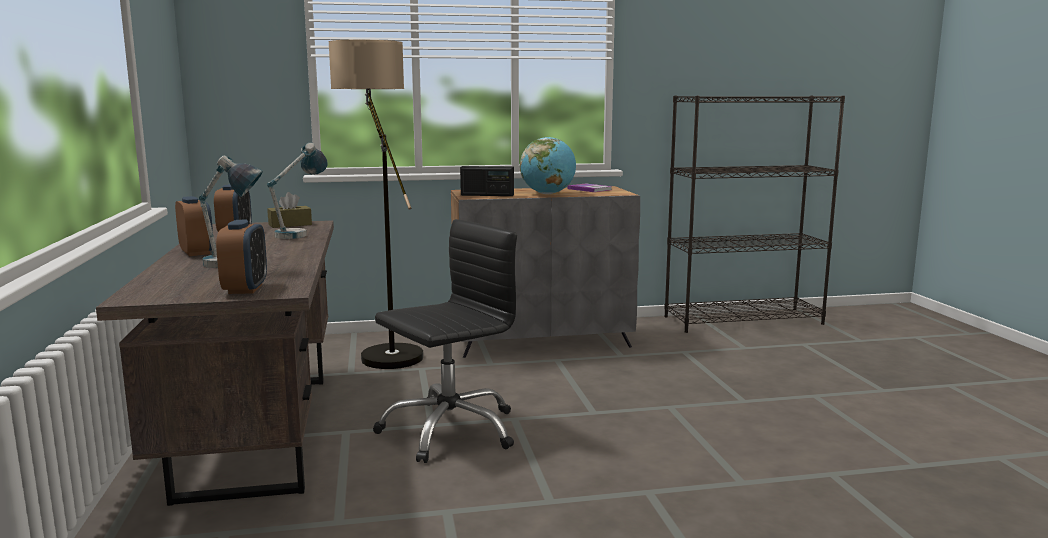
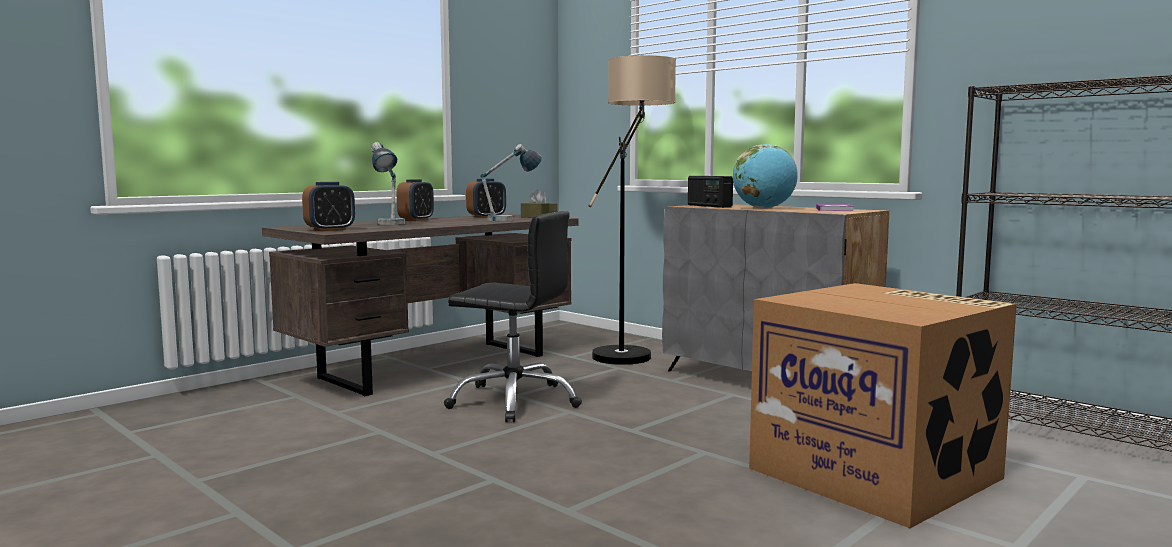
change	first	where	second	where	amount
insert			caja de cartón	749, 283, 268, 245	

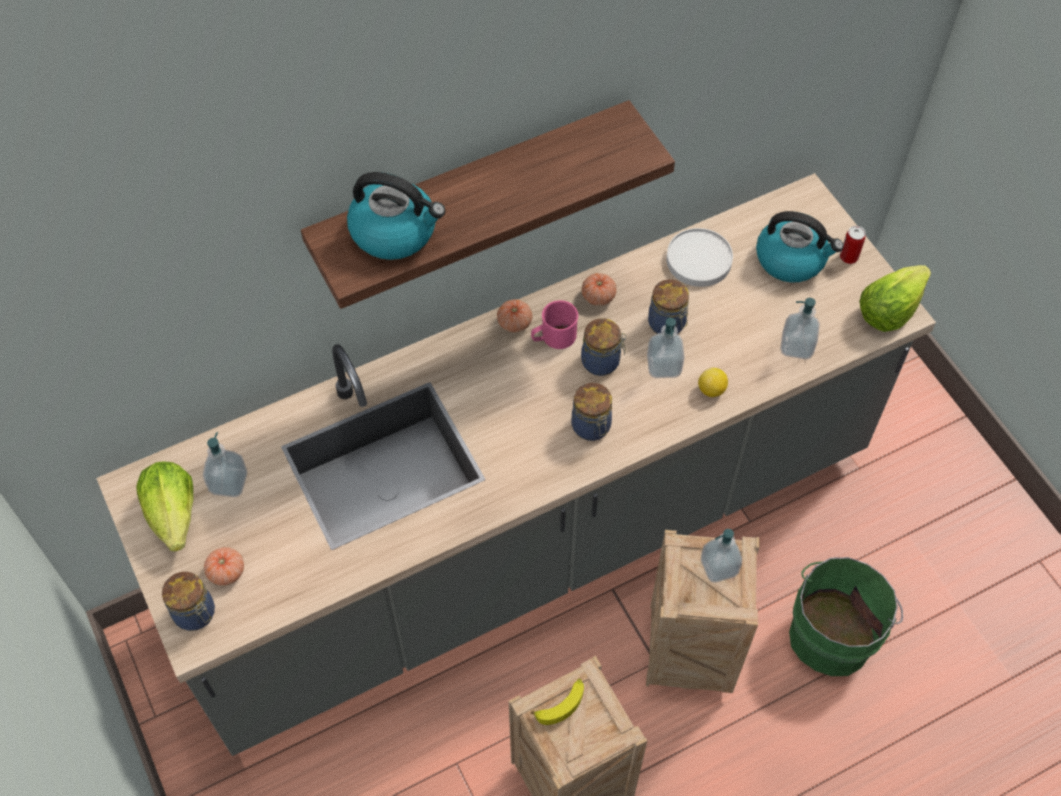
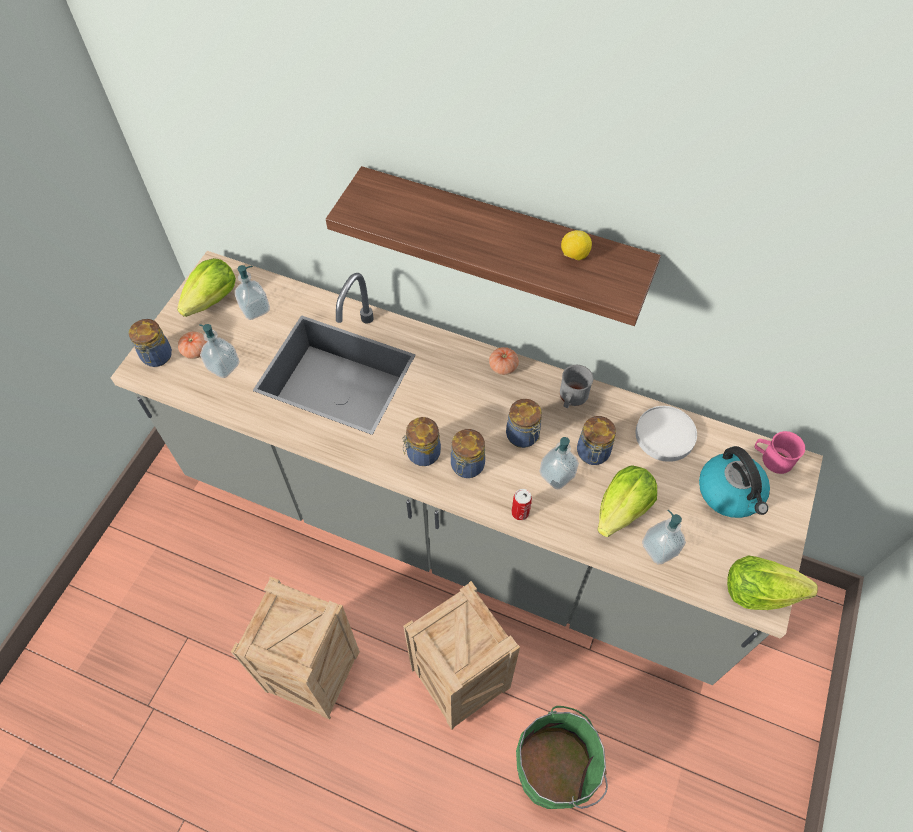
change	first	where	second	where	amount
delete	hervidor	347, 172, 98, 88			
move	taza grande/rosa	531, 300, 47, 49		755, 431, 50, 43	
delete	plátano	531, 678, 53, 47			
replace	tomate	582, 273, 34, 33	taza grande/gris	560, 365, 33, 43	
move	limón	698, 368, 30, 29		561, 230, 31, 30	
move	dispensador de jabón	701, 529, 41, 54		199, 324, 40, 54	
move	lata	840, 226, 26, 38		512, 489, 20, 31	
insert			tarro	402, 417, 39, 49	
insert			lechuga	597, 465, 60, 72	

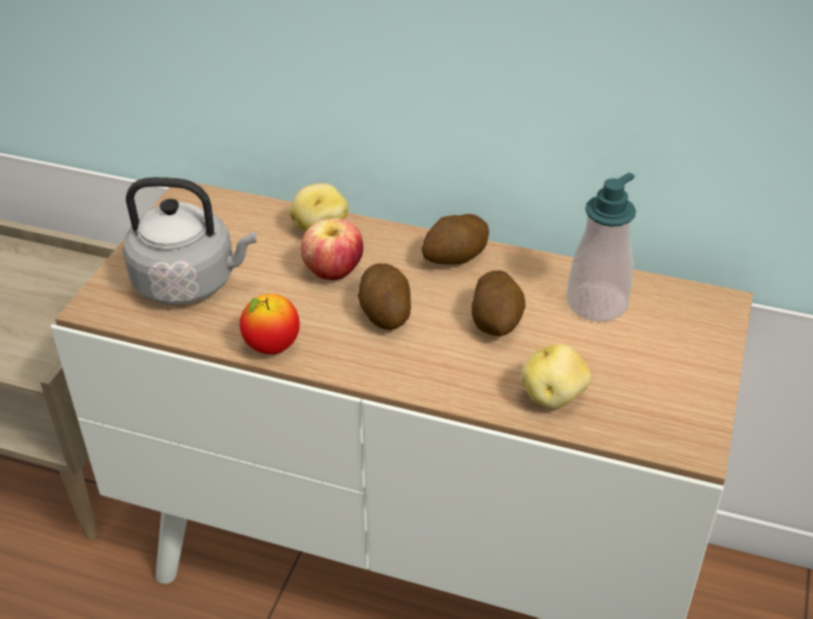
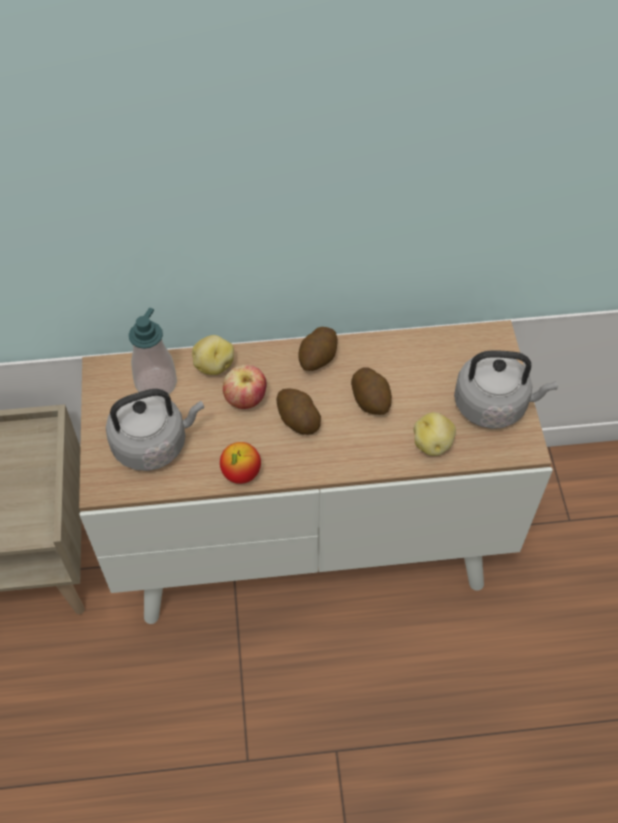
change	first	where	second	where	amount
move	dispensador de jabón	566, 173, 70, 149		129, 308, 48, 86	
insert			hervidor/gris	454, 350, 104, 79	

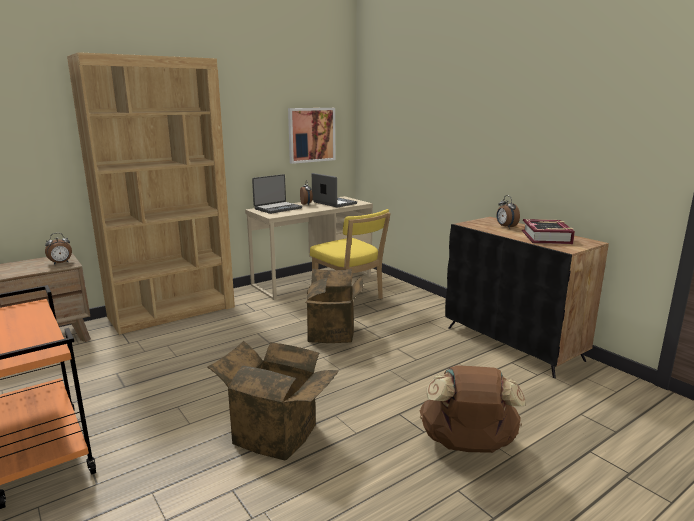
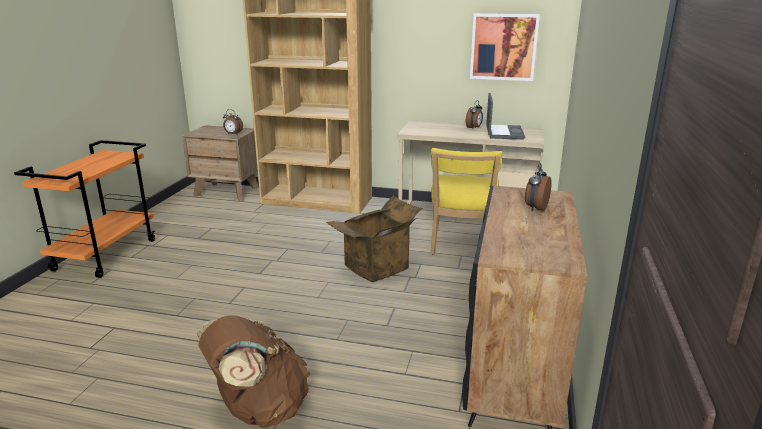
change	first	where	second	where	amount
delete	caja de cartón	207, 341, 132, 120			
delete	portátil	252, 174, 50, 40			
delete	libro	522, 219, 53, 25			

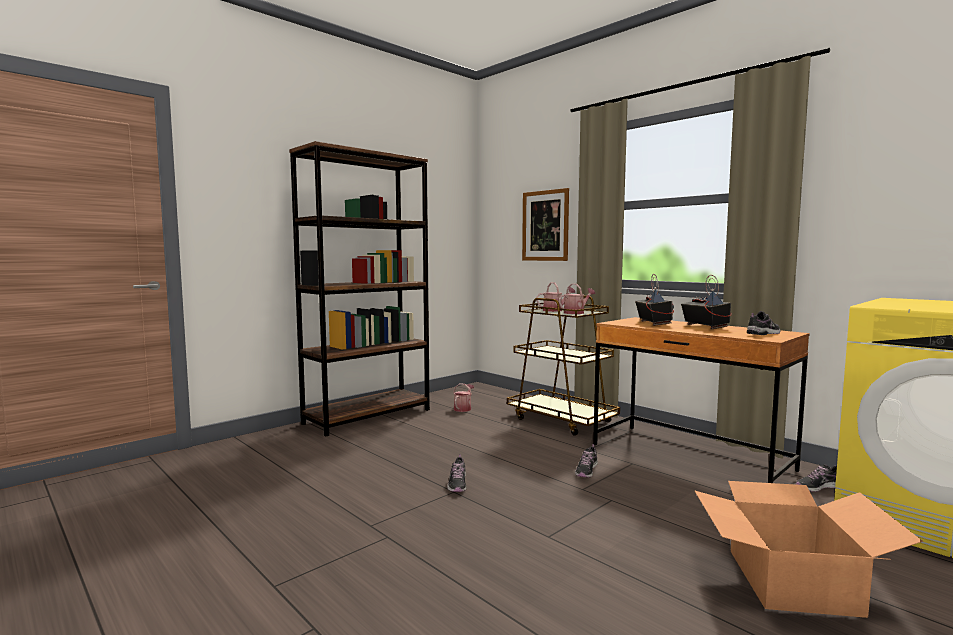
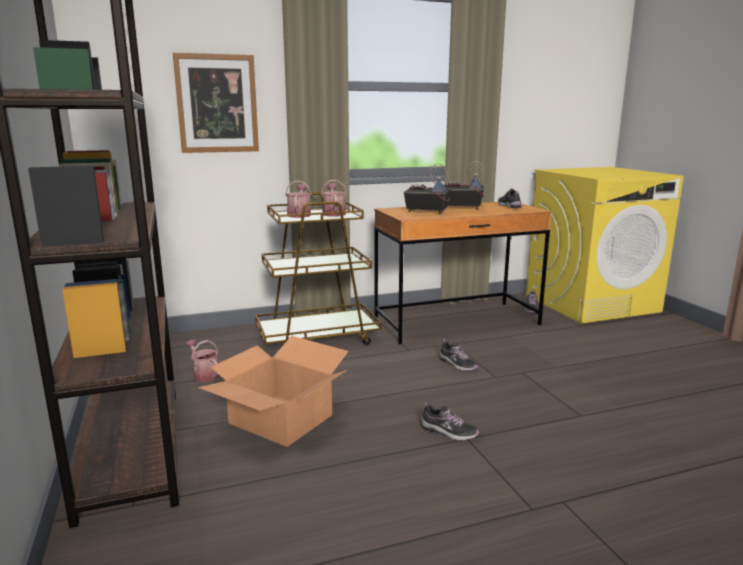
change	first	where	second	where	amount
move	caja de cartón	694, 481, 229, 137		198, 336, 151, 111	

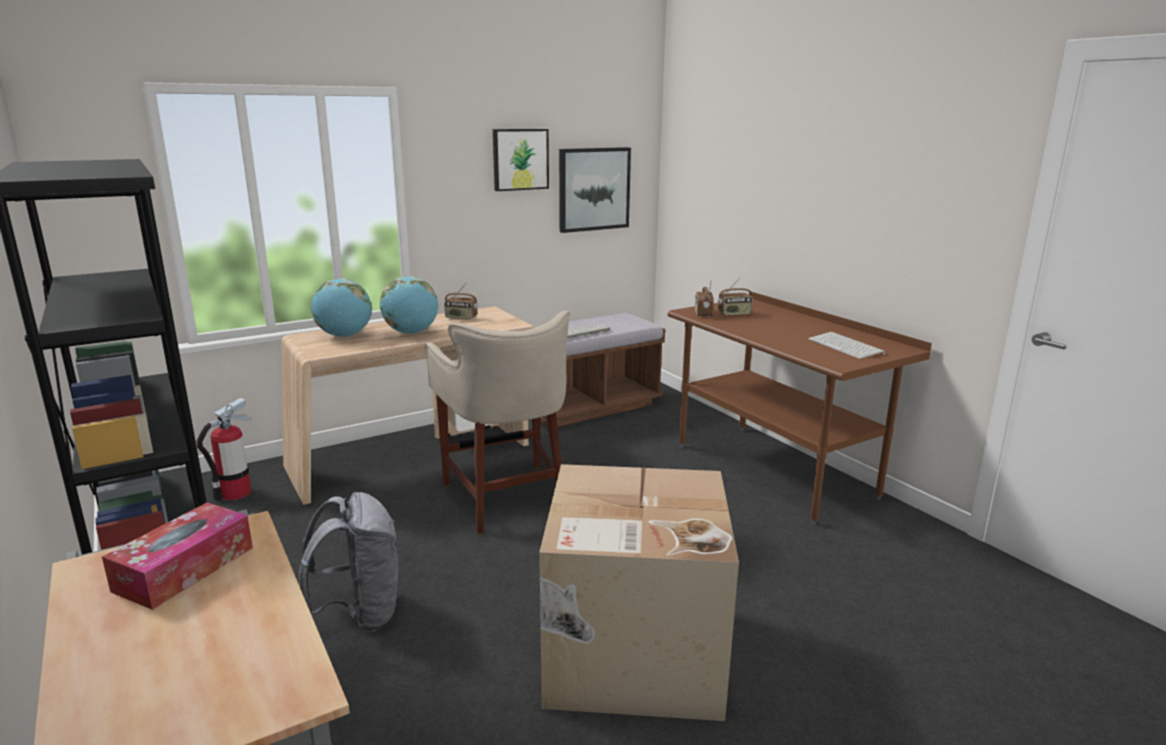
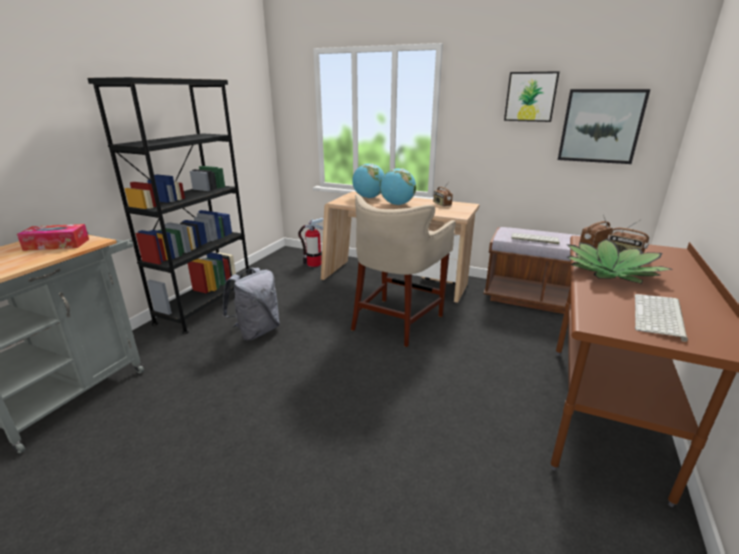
change	first	where	second	where	amount
delete	caja de cartón	539, 464, 200, 257			
insert			planta en maceta	566, 239, 106, 45	

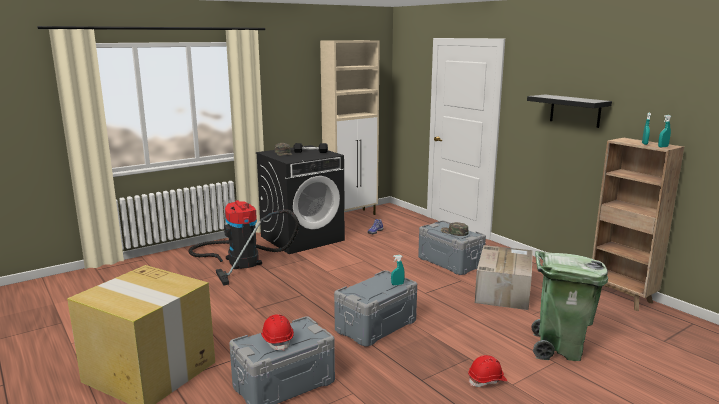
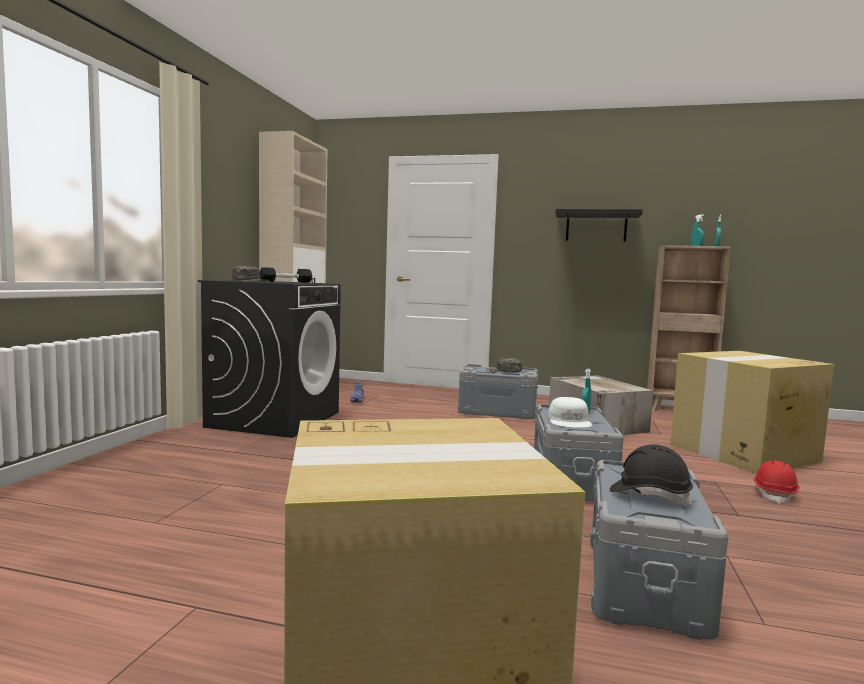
change	first	where	second	where	amount
delete	aspiradora	189, 200, 111, 86			
recolor	casco/rojo	261, 314, 33, 37	casco/negro	610, 444, 83, 61	
replace	papelera/verde	531, 251, 77, 110	caja de cartón	670, 351, 164, 123	
insert			gorra/blanco	548, 397, 44, 31	

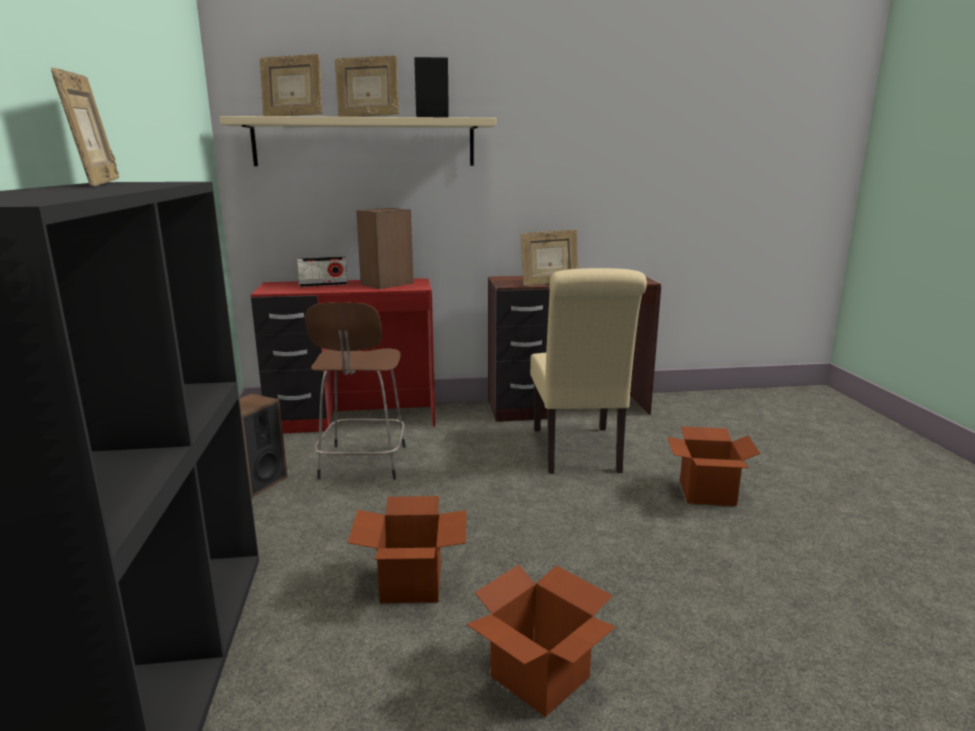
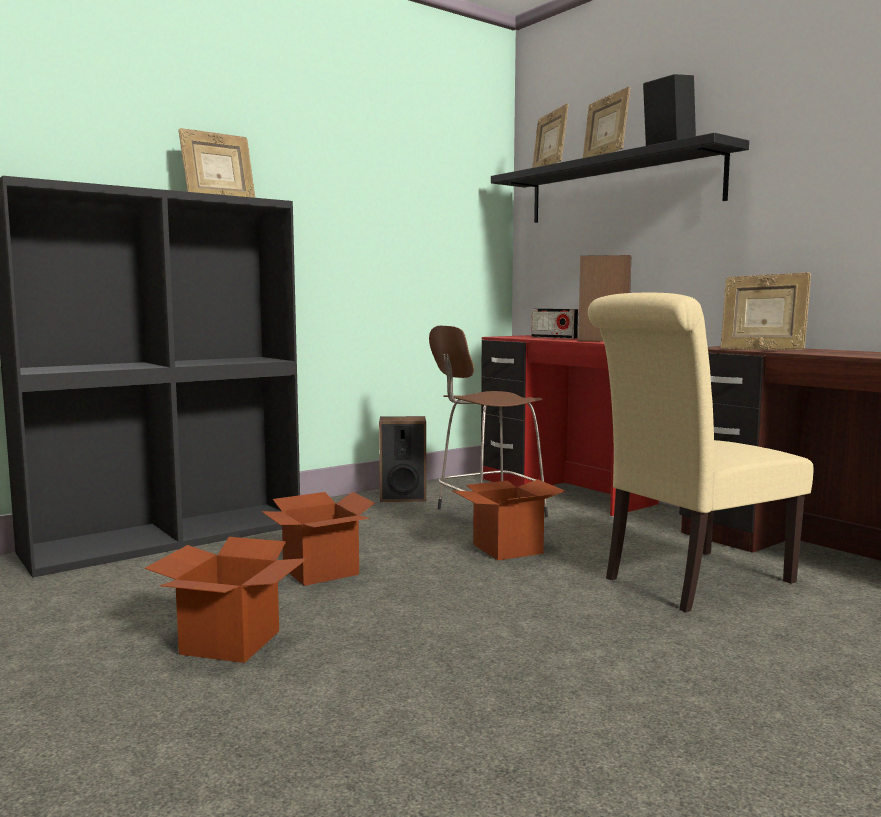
change	first	where	second	where	amount
recolor	estante/beis	219, 116, 277, 50	estante/negro	491, 133, 258, 90	
move	caja de cartón	667, 426, 93, 80		452, 479, 113, 81	

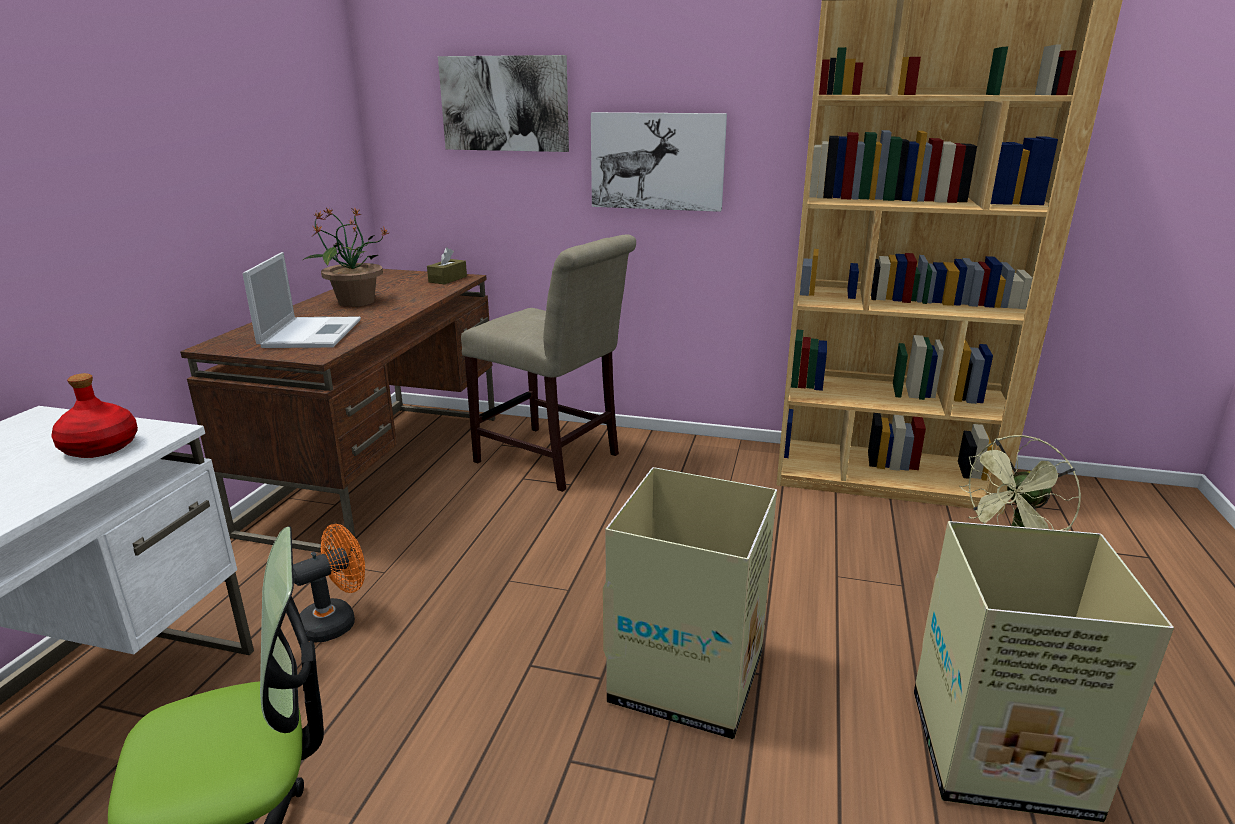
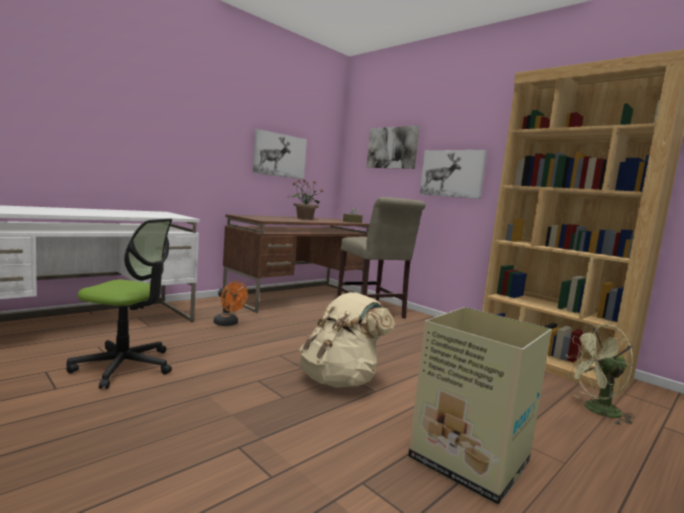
change	first	where	second	where	amount
delete	botella/rojo	51, 373, 87, 85			
delete	portátil	242, 252, 119, 96			
rotate	ventilador/naranja	293, 524, 72, 119		214, 281, 34, 45	45 degrees clockwise
replace	caja de cartón	603, 467, 174, 272	mochila/beis	300, 292, 95, 96	
insert			cuadro	253, 129, 54, 50	

